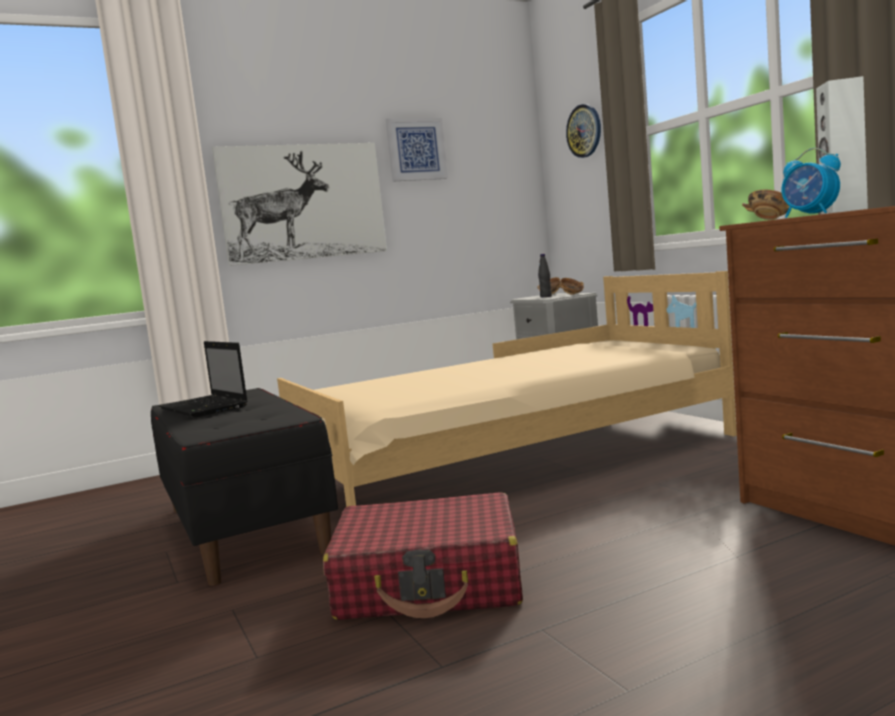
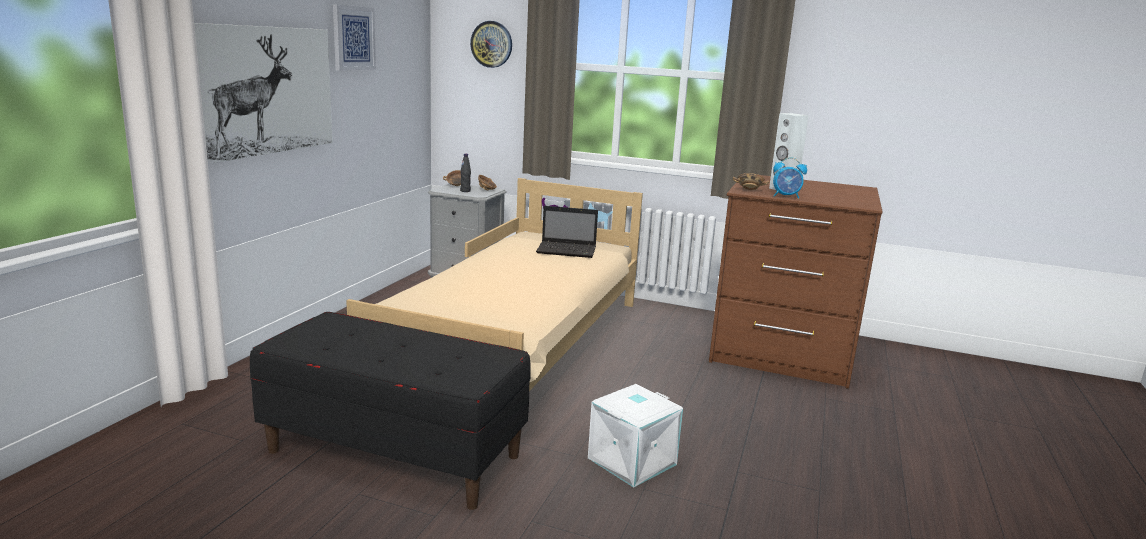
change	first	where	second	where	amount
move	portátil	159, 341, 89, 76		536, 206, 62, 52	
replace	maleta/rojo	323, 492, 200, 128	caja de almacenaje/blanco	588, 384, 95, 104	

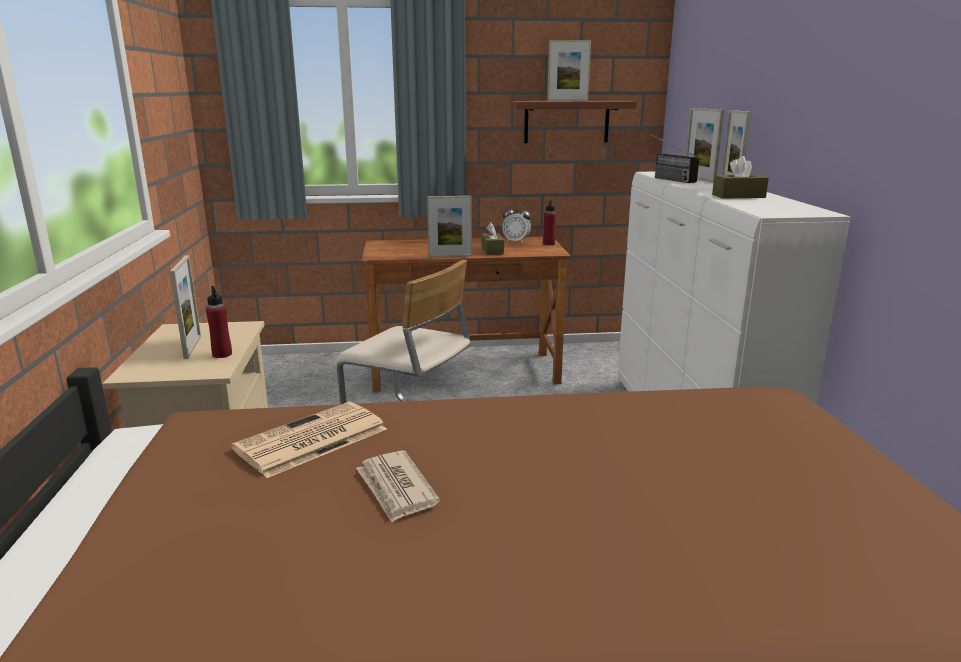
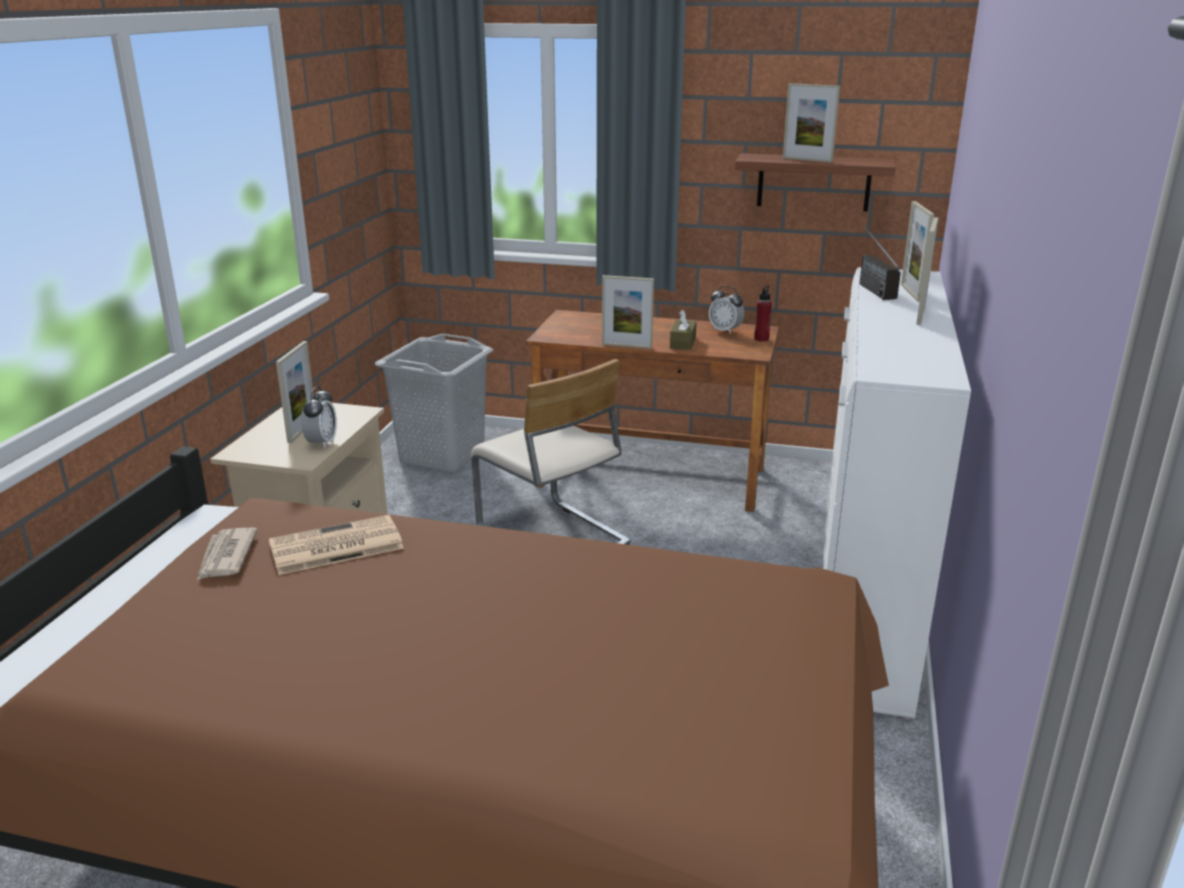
change	first	where	second	where	amount
replace	botella/rojo	206, 286, 26, 72	despertador	301, 386, 36, 63	
move	periódico	356, 451, 84, 72		197, 528, 60, 52	
delete	caja de pañuelos/marrón	712, 156, 57, 43			
insert			cesto de la ropa/gris	375, 334, 118, 139	

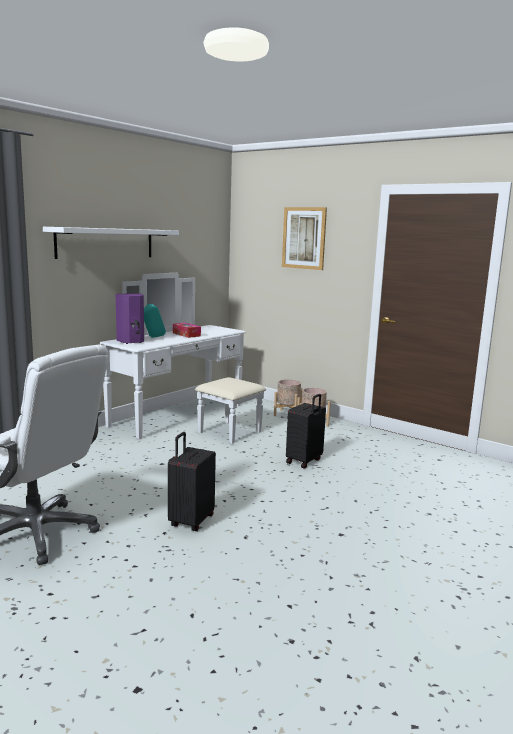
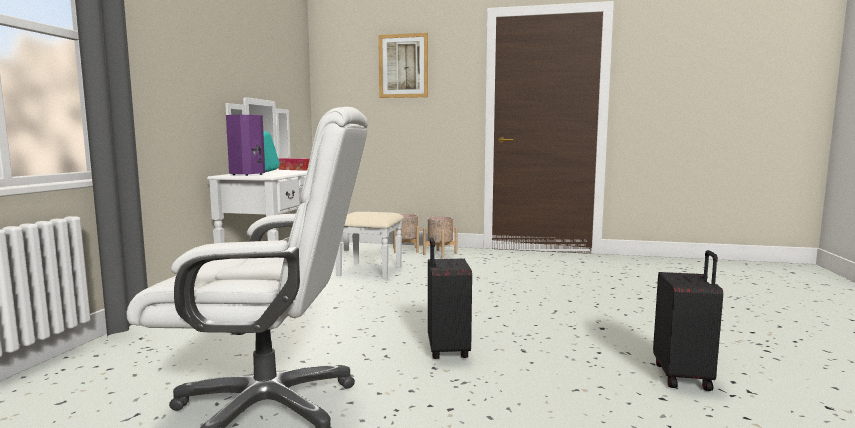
change	first	where	second	where	amount
delete	estante/blanco	43, 227, 136, 32			
move	maleta/negro	286, 394, 40, 74		653, 250, 70, 141	

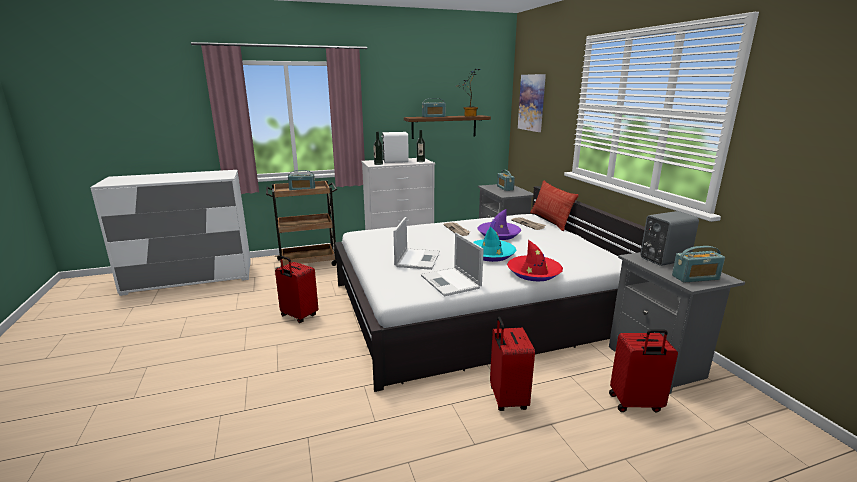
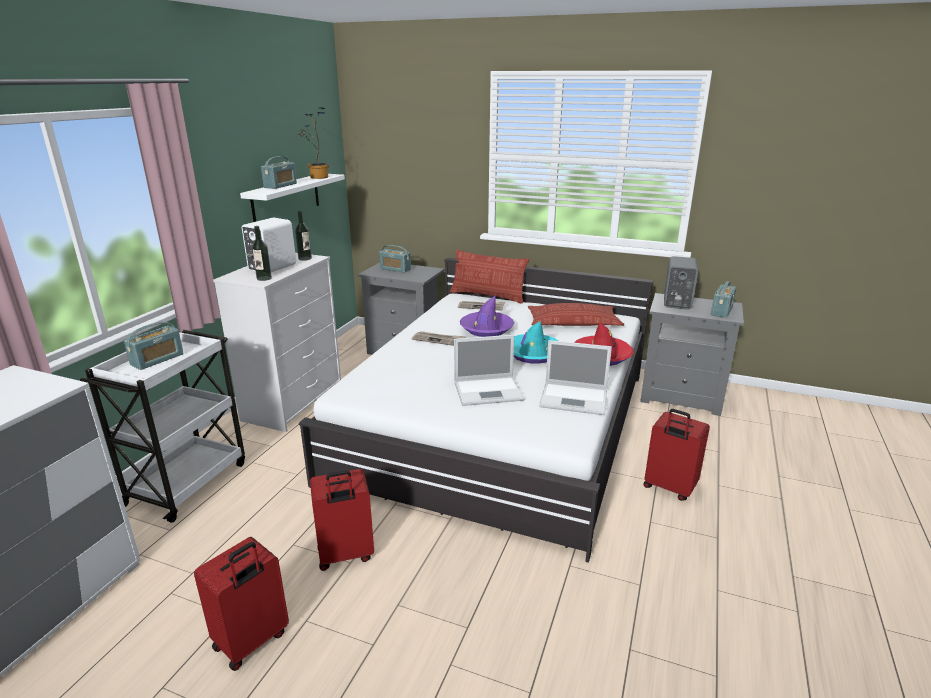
change	first	where	second	where	amount
recolor	carrito/marrón	266, 180, 71, 89	carrito/blanco	80, 330, 165, 193	
rotate	portátil	393, 217, 47, 53		454, 335, 70, 71	120 degrees clockwise
recolor	estante/marrón	404, 115, 87, 24	estante/blanco	240, 174, 105, 48	
delete	cuadro	518, 74, 28, 58			
move	maleta/rojo	609, 329, 69, 84		194, 537, 95, 134	
insert			cojín	528, 303, 96, 23	

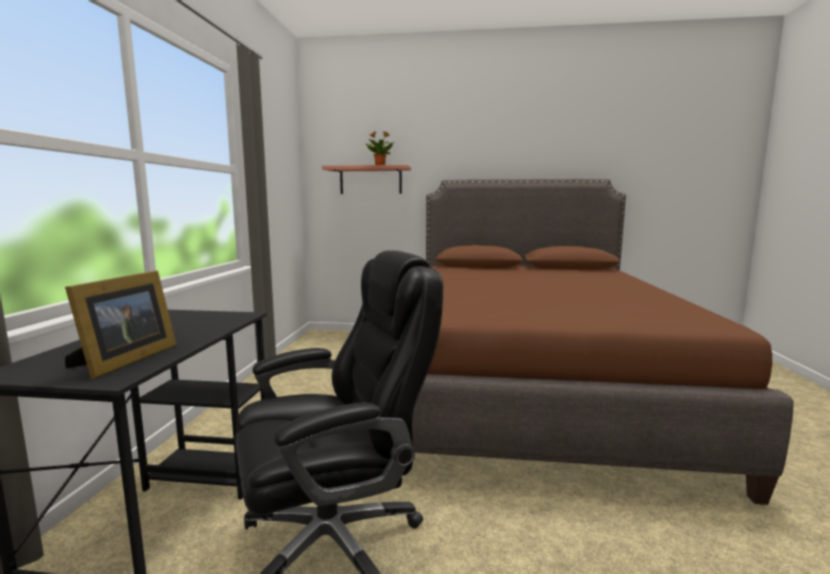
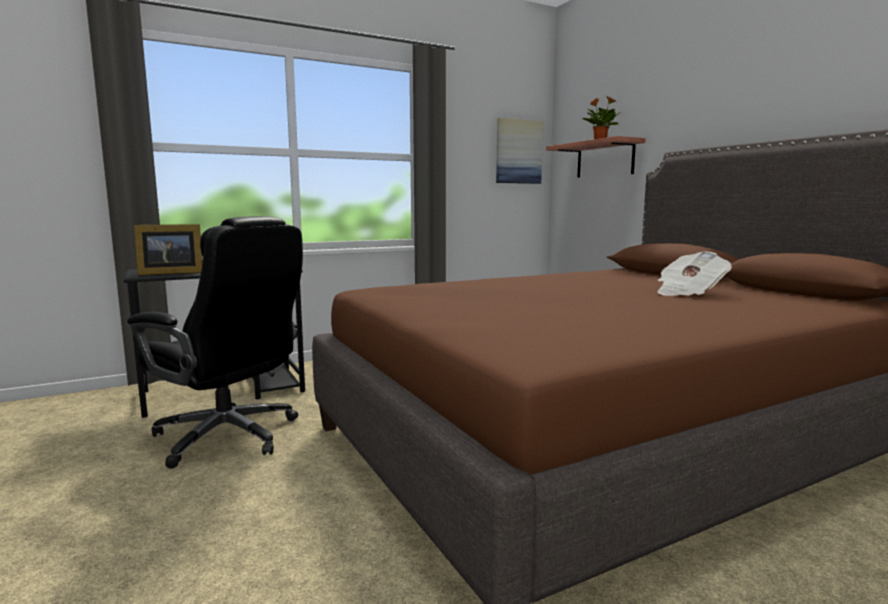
change	first	where	second	where	amount
insert			cuadro	496, 118, 47, 66	
insert			periódico	657, 251, 75, 45	

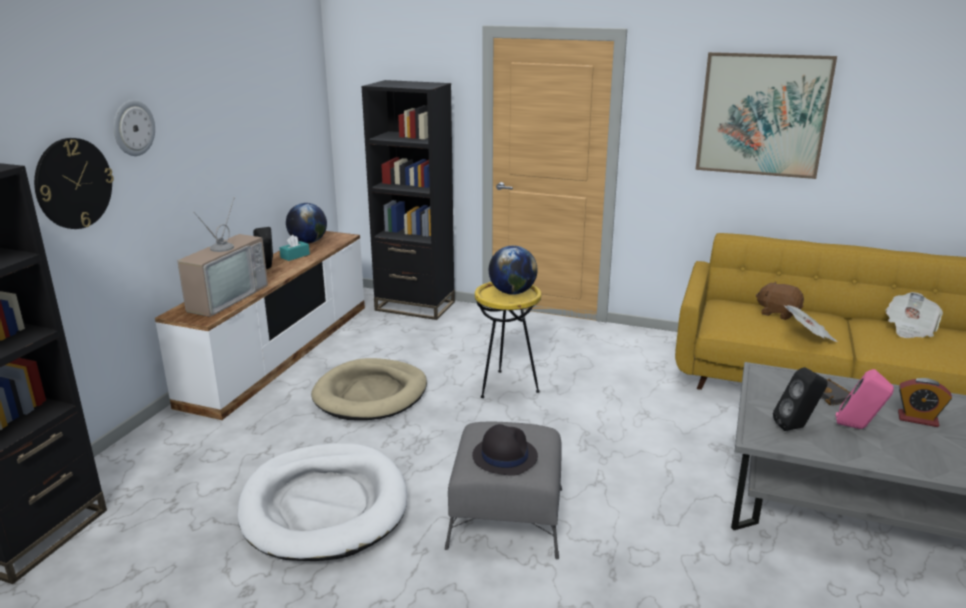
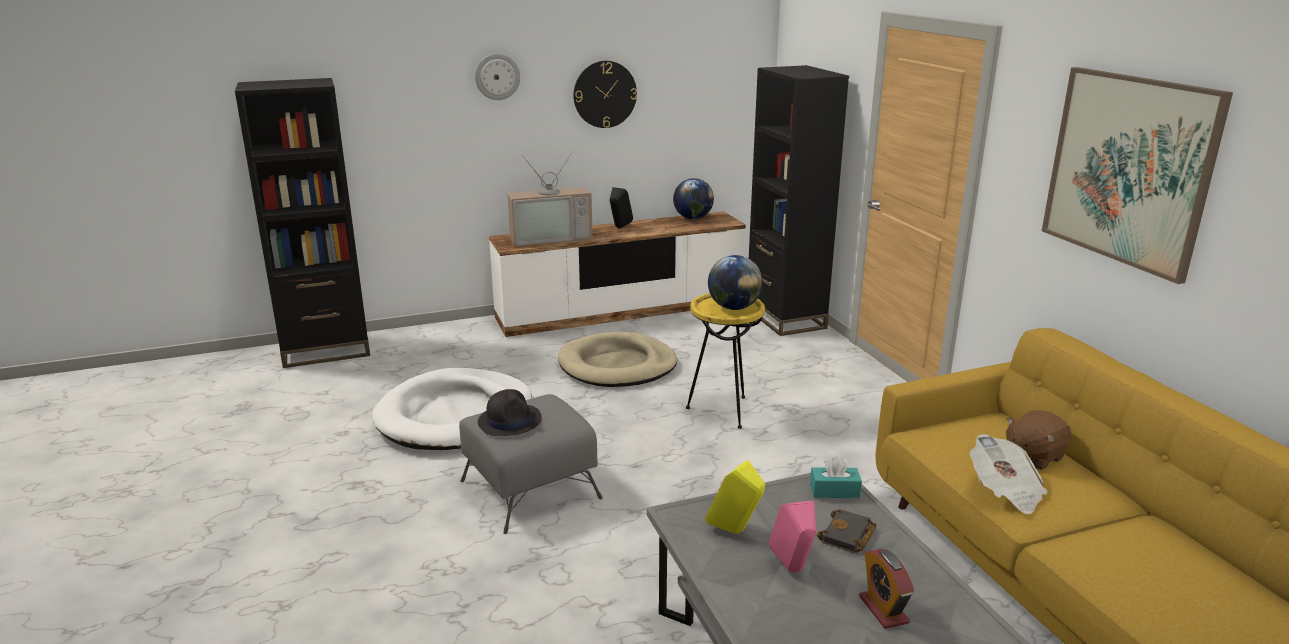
change	first	where	second	where	amount
move	reloj de pared	34, 138, 80, 91		574, 61, 63, 67	
move	caja de pañuelos/turquesa	280, 235, 30, 26		810, 456, 52, 42	
rotate	peluche/marrón	756, 282, 48, 38		1006, 410, 65, 60	120 degrees counterclockwise
recolor	altavoz/negro	773, 367, 55, 64	altavoz/amarillo	705, 460, 60, 74	
delete	periódico	885, 292, 58, 46			

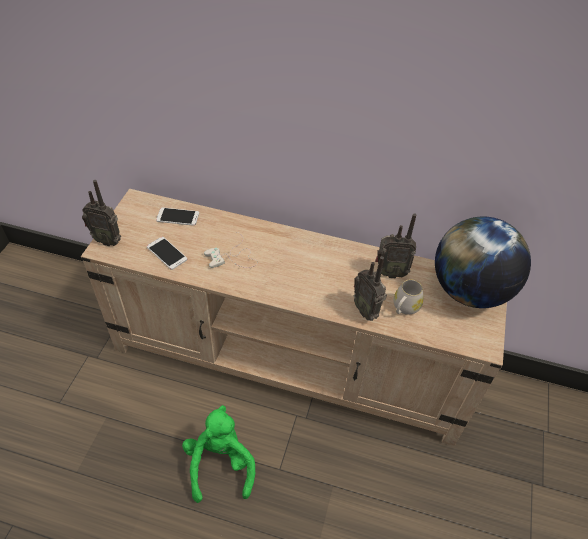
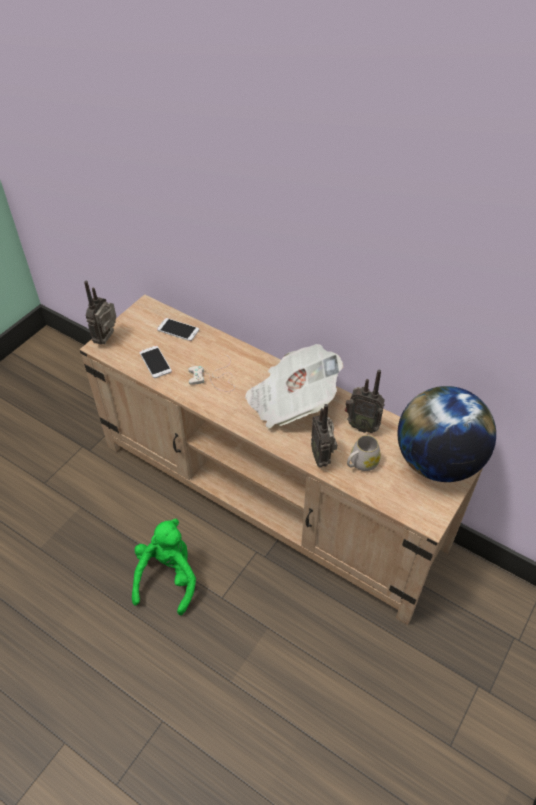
change	first	where	second	where	amount
rotate	radio	82, 180, 39, 66		84, 281, 32, 63	75 degrees clockwise
insert			periódico	245, 344, 99, 85	

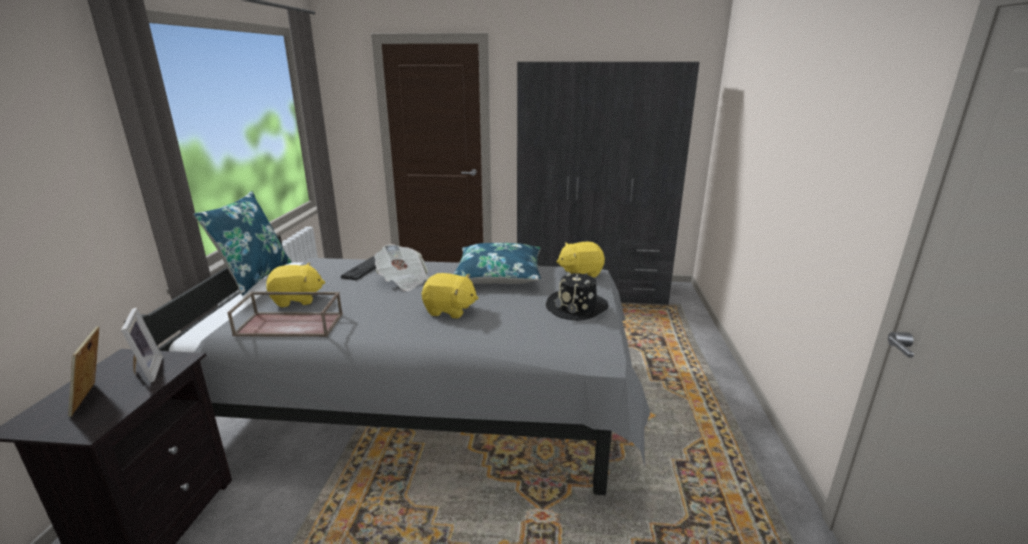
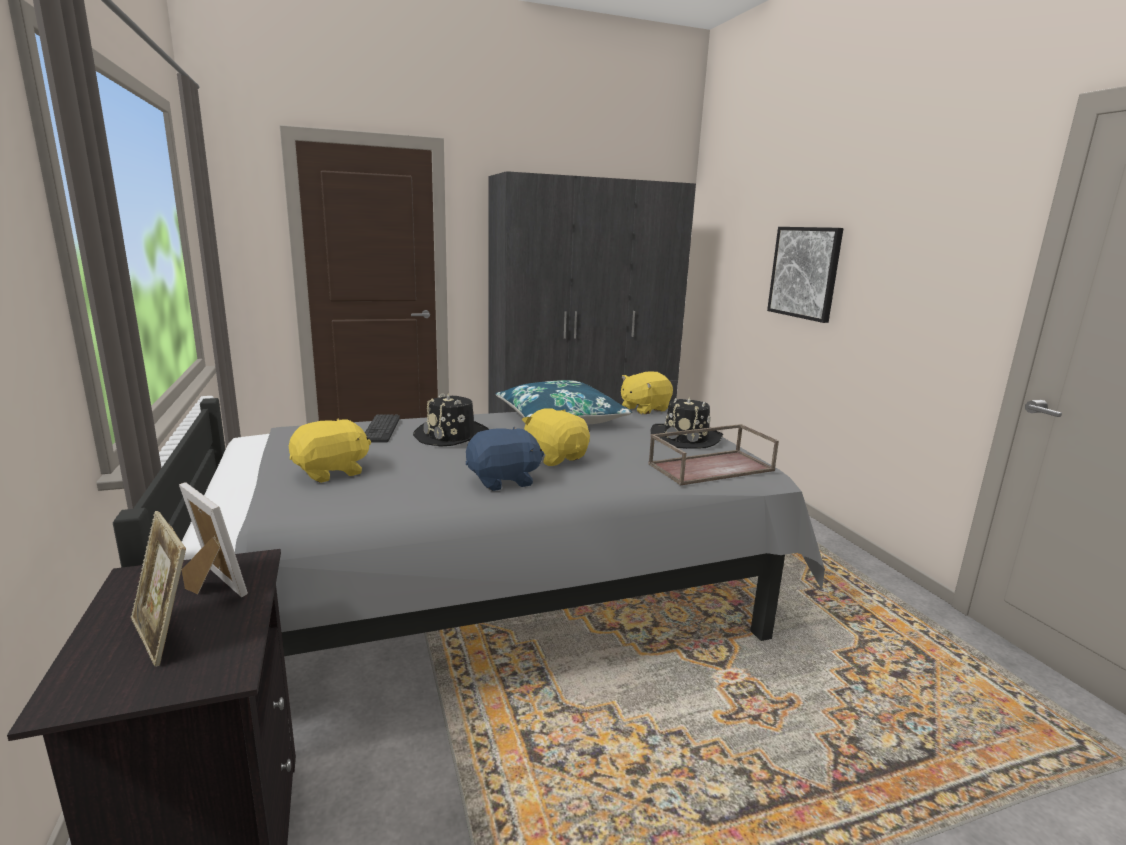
change	first	where	second	where	amount
delete	cojín/azul	193, 191, 98, 105			
move	bandeja/marrón	227, 292, 116, 45		648, 424, 131, 62	
replace	periódico	374, 244, 55, 47	sombrero/negro	413, 393, 76, 54	
rotate	peluche/amarillo	422, 273, 56, 45		522, 408, 68, 58	120 degrees counterclockwise
insert			peluche/azul	466, 427, 78, 64	
insert			cuadro	767, 227, 77, 96	

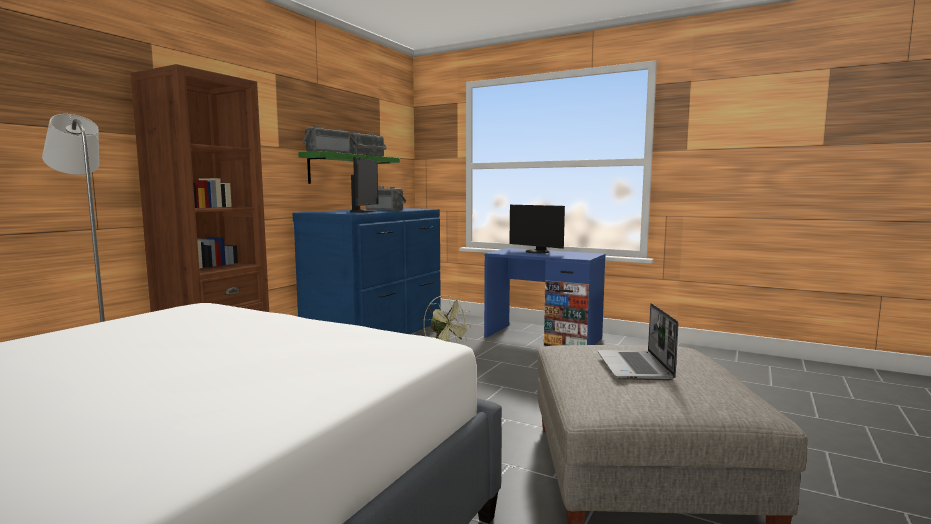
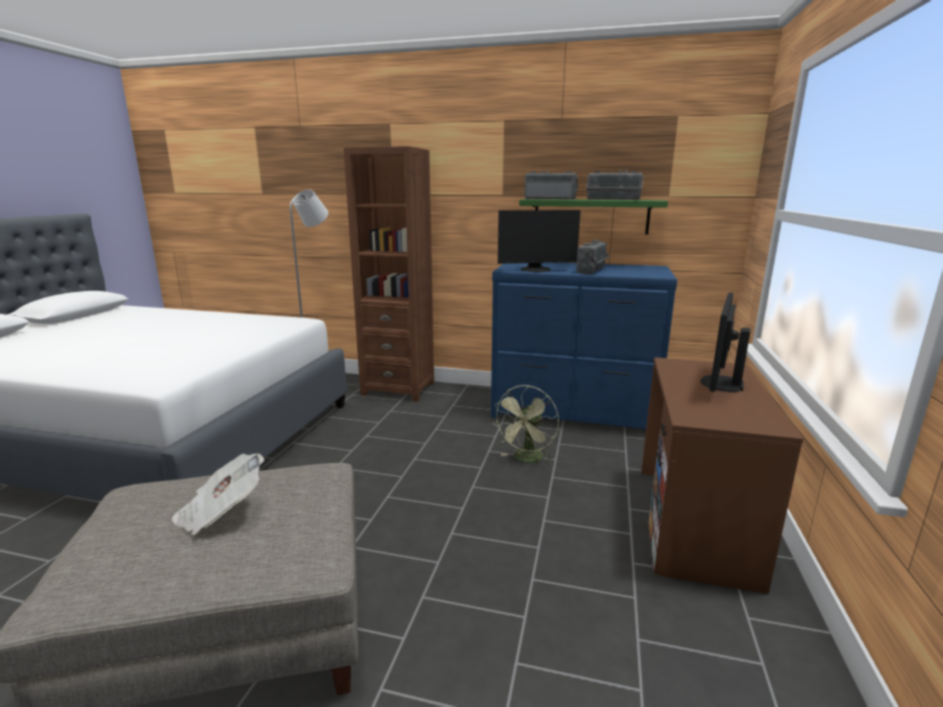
change	first	where	second	where	amount
recolor	escritorio/azul	484, 248, 122, 98	escritorio/marrón	641, 357, 162, 237	
replace	portátil	597, 303, 81, 77	periódico	172, 454, 92, 81	

